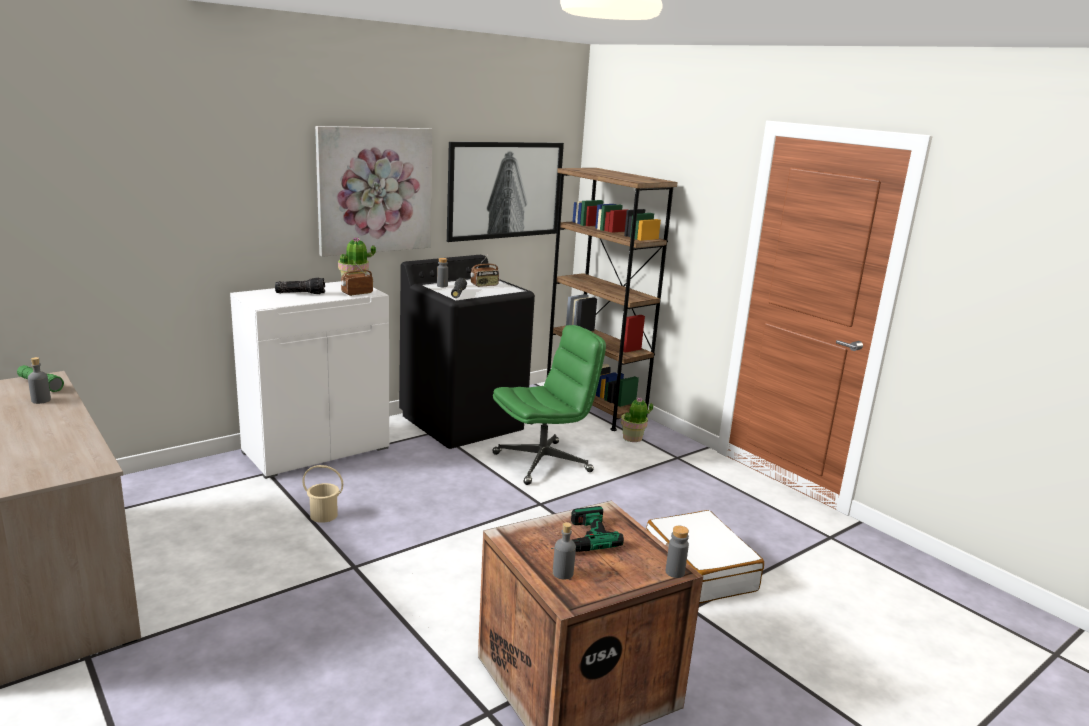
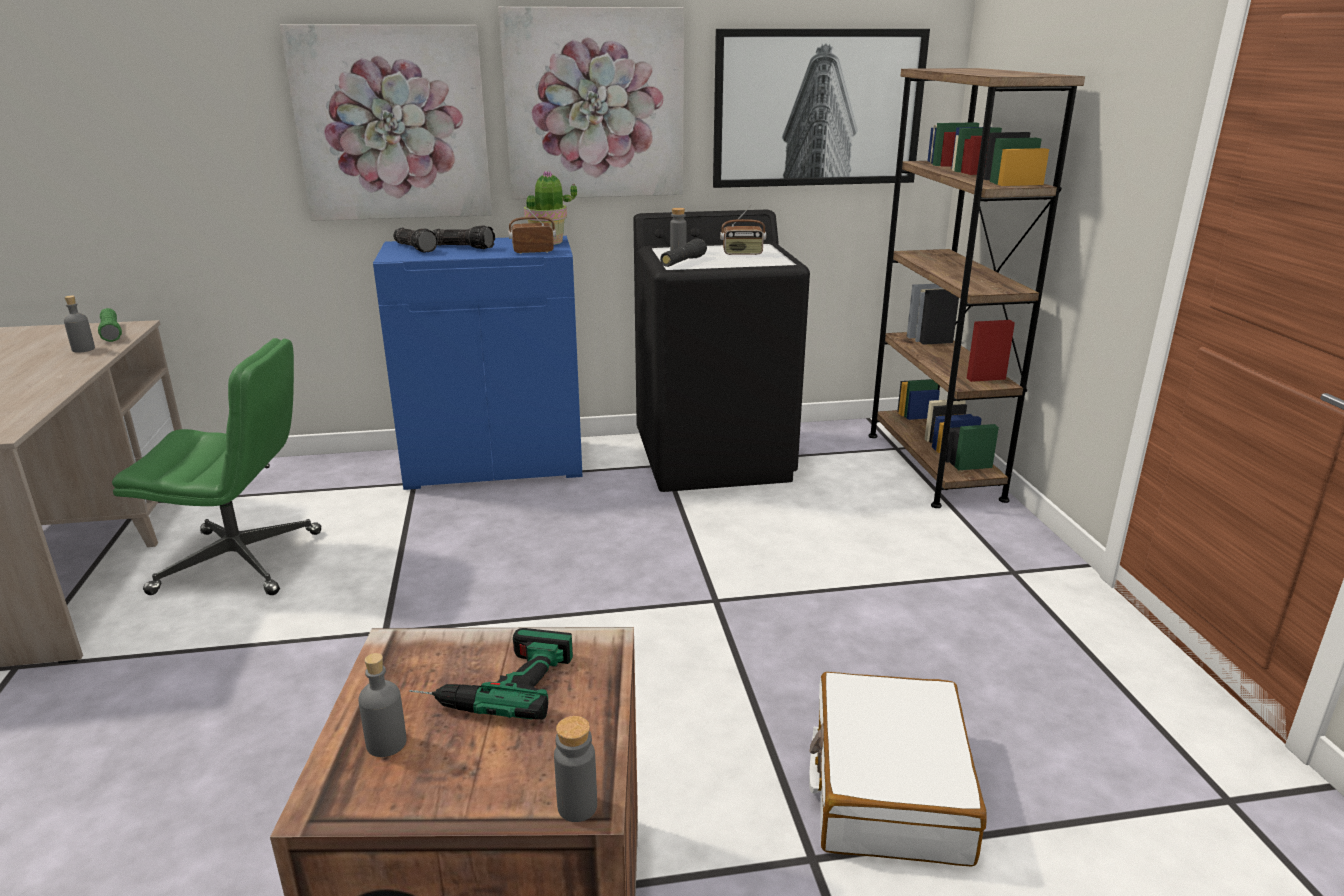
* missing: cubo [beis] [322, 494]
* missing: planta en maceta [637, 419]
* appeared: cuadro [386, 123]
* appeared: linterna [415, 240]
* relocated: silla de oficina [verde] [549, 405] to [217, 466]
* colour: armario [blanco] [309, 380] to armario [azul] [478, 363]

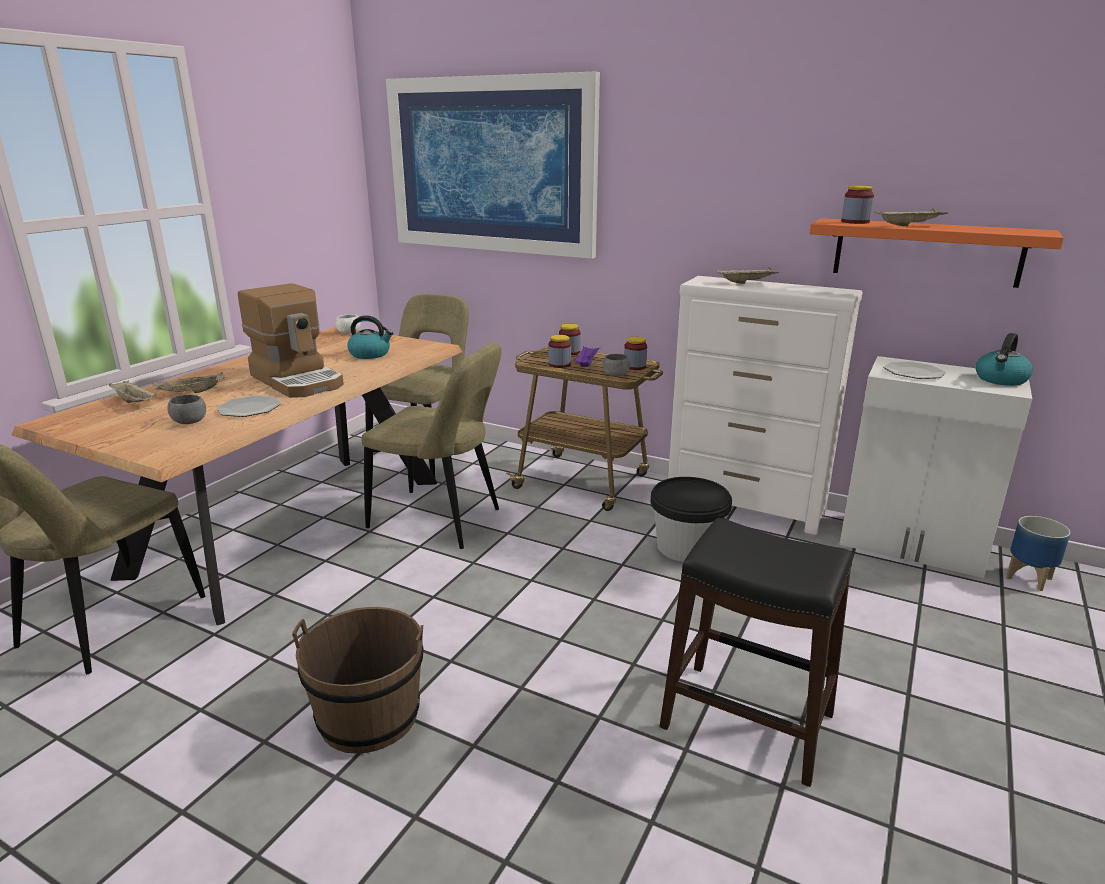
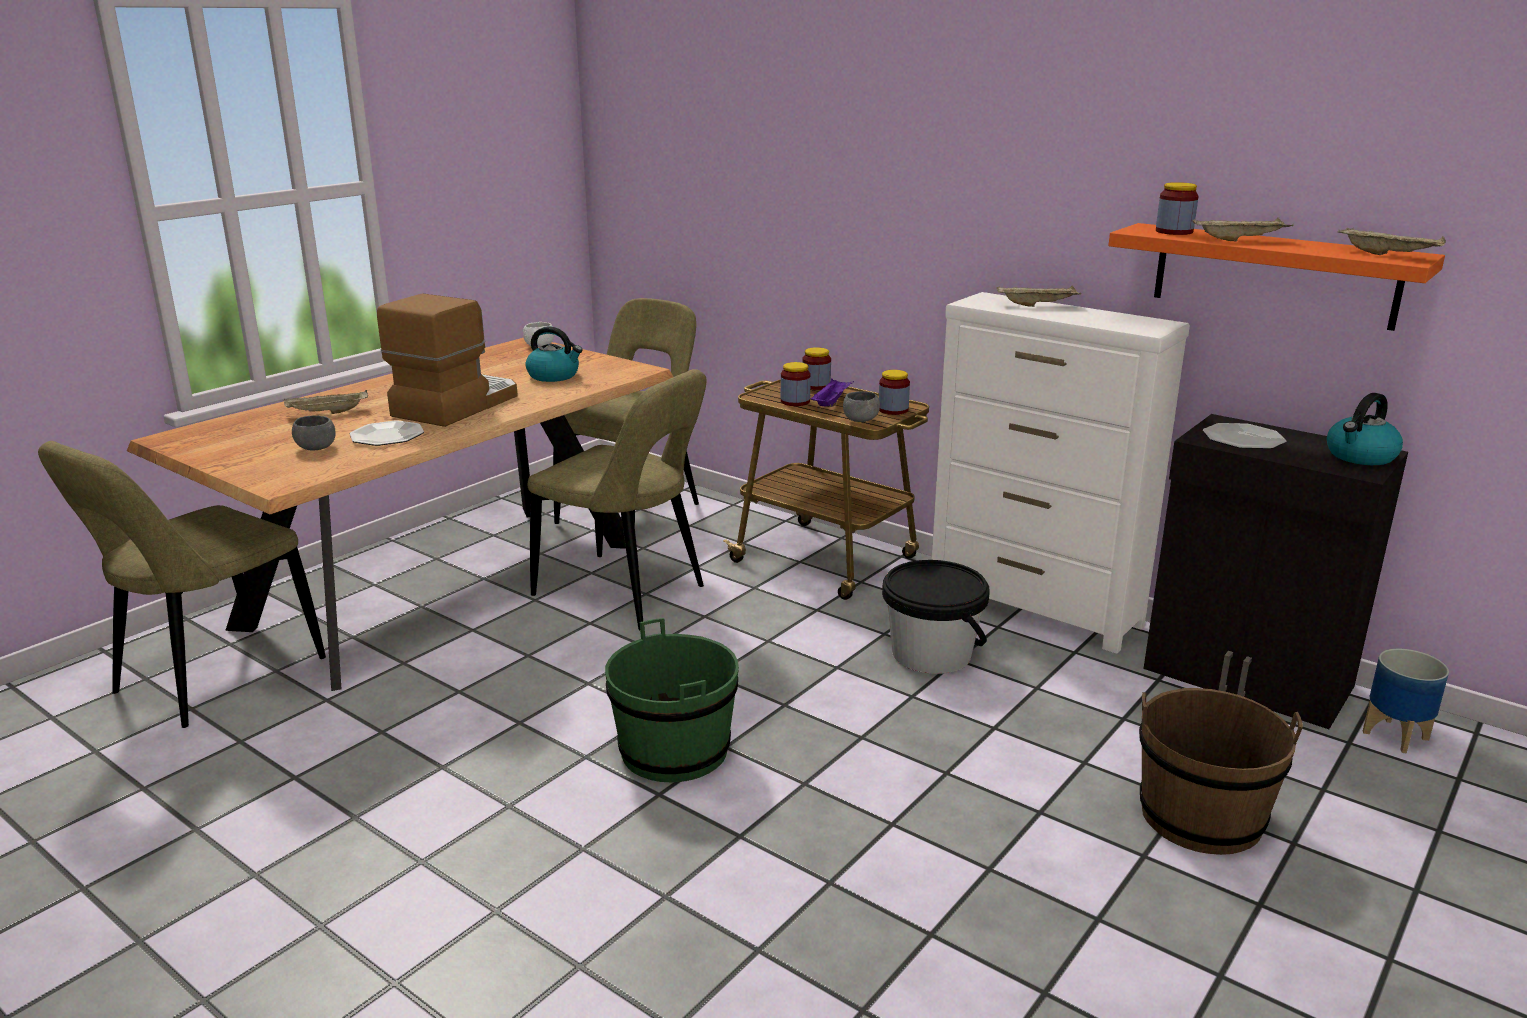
* missing: cuadro [493, 165]
* missing: taburete [negro] [756, 652]
* appeared: cubo [verde] [672, 700]
* relocated: bandeja [beis] [133, 392] to [1392, 241]
* relocated: cubo [marrón] [357, 680] to [1221, 771]
* colour: armario [blanco] [935, 467] to armario [negro] [1276, 571]
* spun: cafetera [291, 340] = [447, 360] 120 degrees counterclockwise

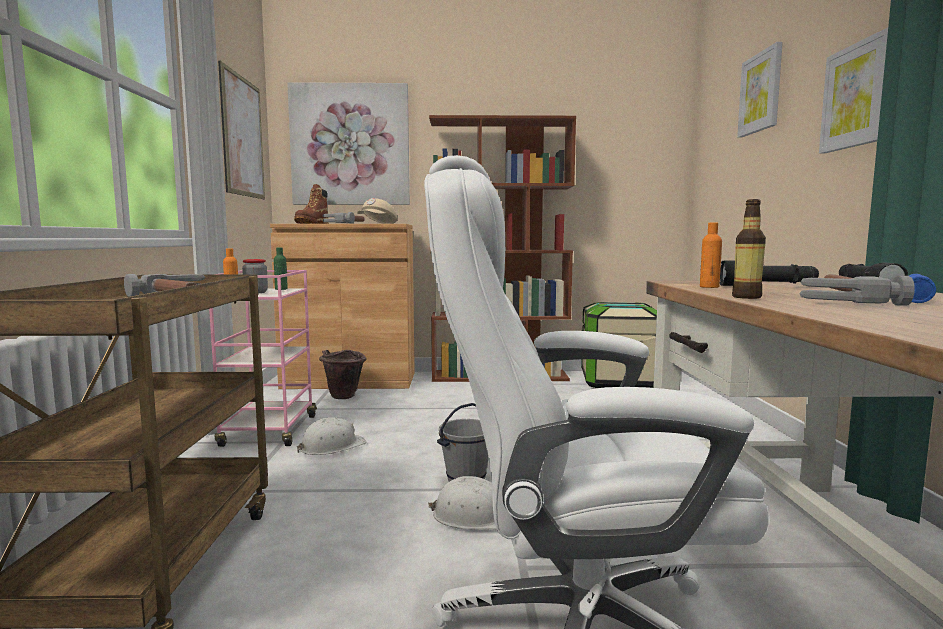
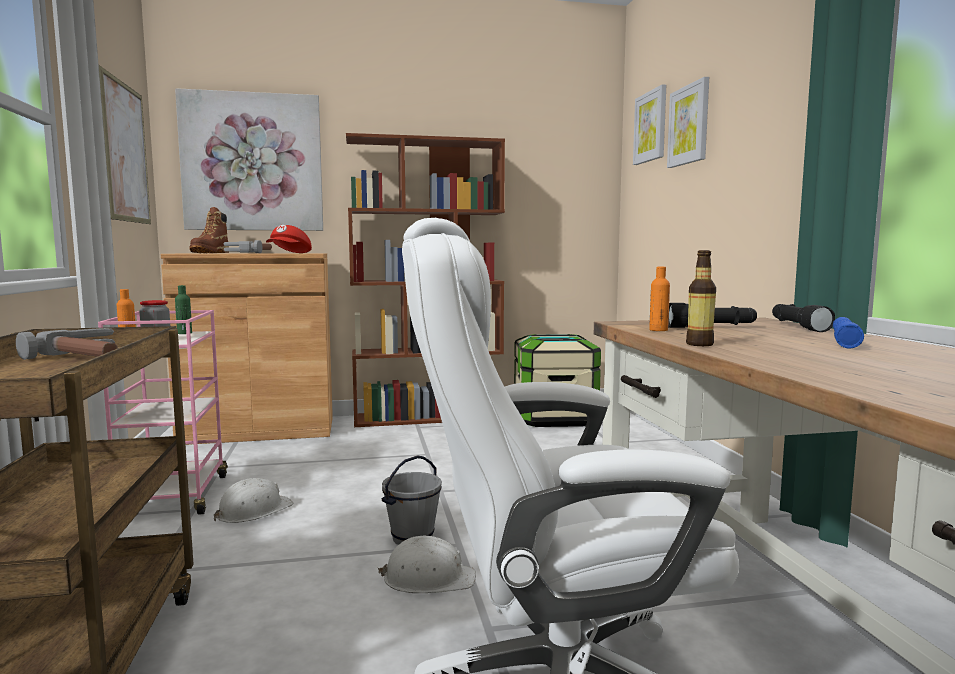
* missing: cubo [marrón] [343, 374]
* missing: martillo [857, 290]
* relocated: cuadro [853, 90] to [649, 124]
* colour: gorra [beis] [377, 211] to gorra [rojo] [289, 239]

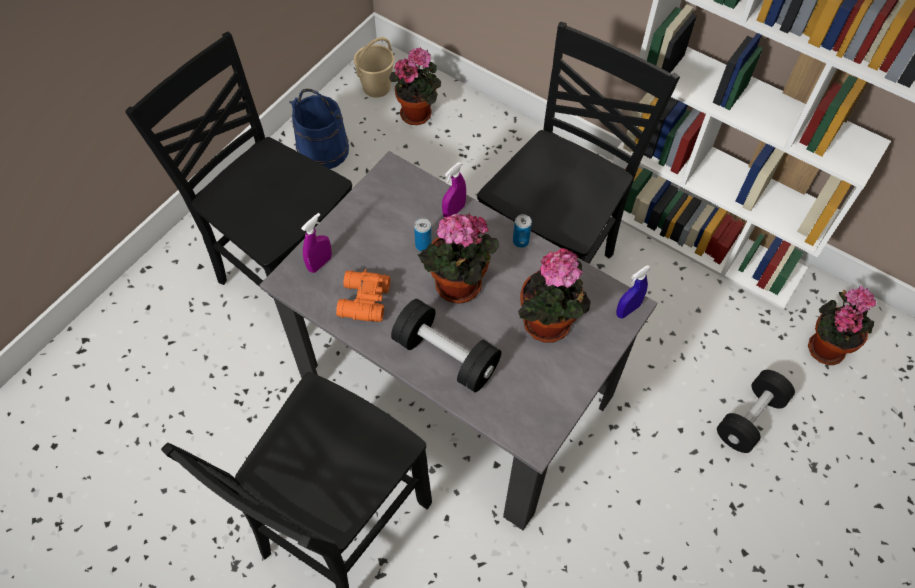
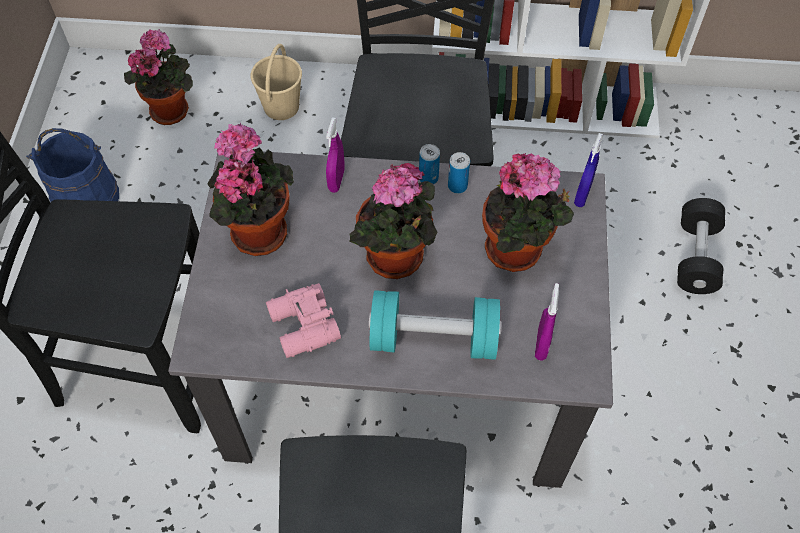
* relocated: pulverizador [morado] [316, 243] to [547, 322]
* relocated: cubo [beis] [374, 67] to [276, 82]
* relocated: lata [423, 235] to [459, 172]
* relocated: planta en maceta [842, 325] to [251, 189]
* colour: prismáticos [naranja] [363, 295] to prismáticos [rosa] [303, 320]
* colour: mancuerna [negro] [446, 345] to mancuerna [turquesa] [435, 325]

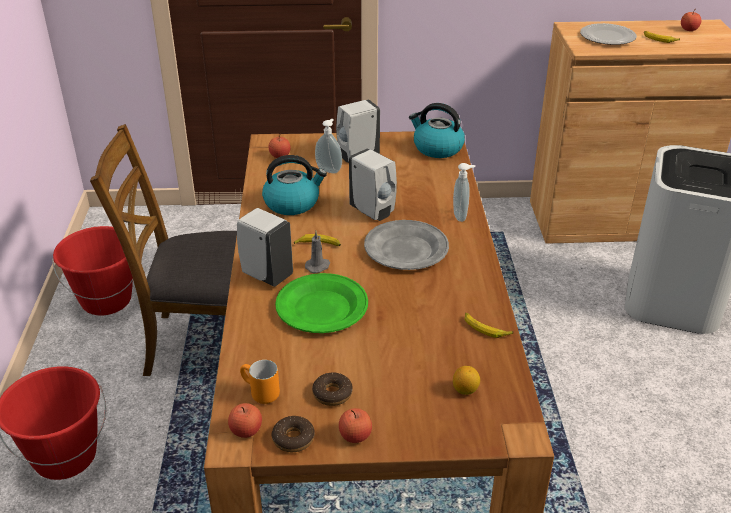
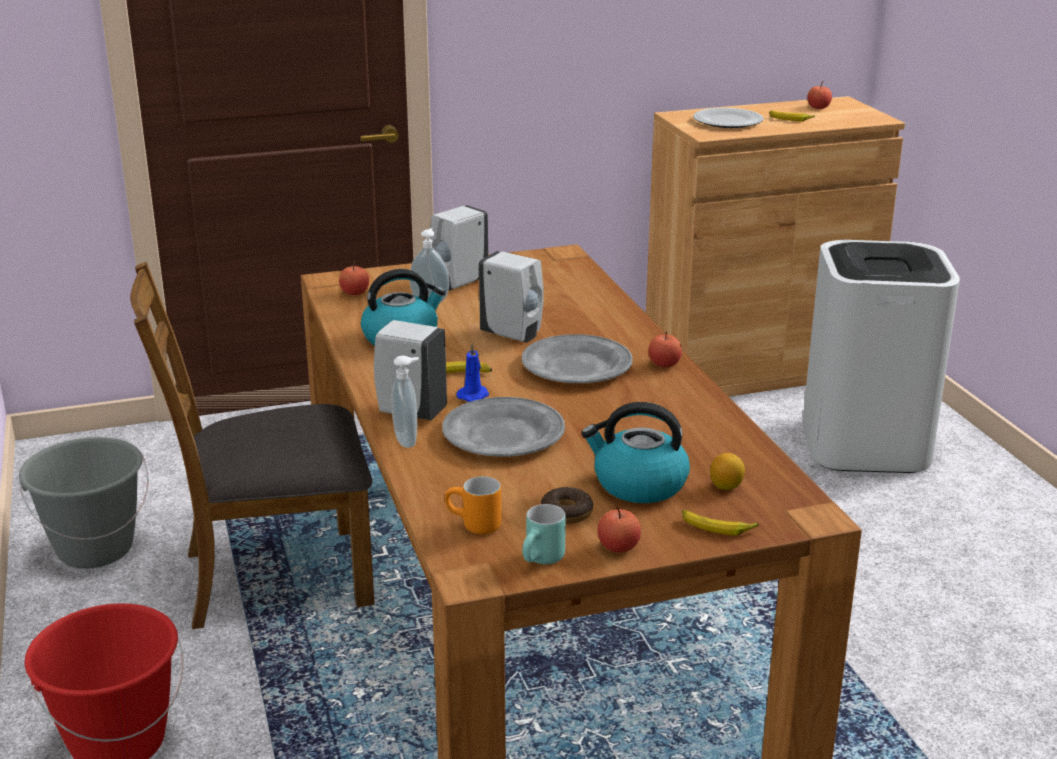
* relocated: manzana [245, 420] to [665, 349]
* relocated: hervidor [437, 130] to [635, 452]
* relocated: dispensador de jabón [464, 192] to [405, 402]
* relocated: plátano [489, 325] to [720, 523]
* exchanged: rosquilla [293, 434] to taza grande [turquesa] [544, 534]
* colour: cubo [rojo] [92, 270] to cubo [gris] [84, 503]
* colour: plato [verde] [321, 303] to plato [gris] [503, 427]
* colour: vela [gris] [317, 252] to vela [azul] [472, 372]

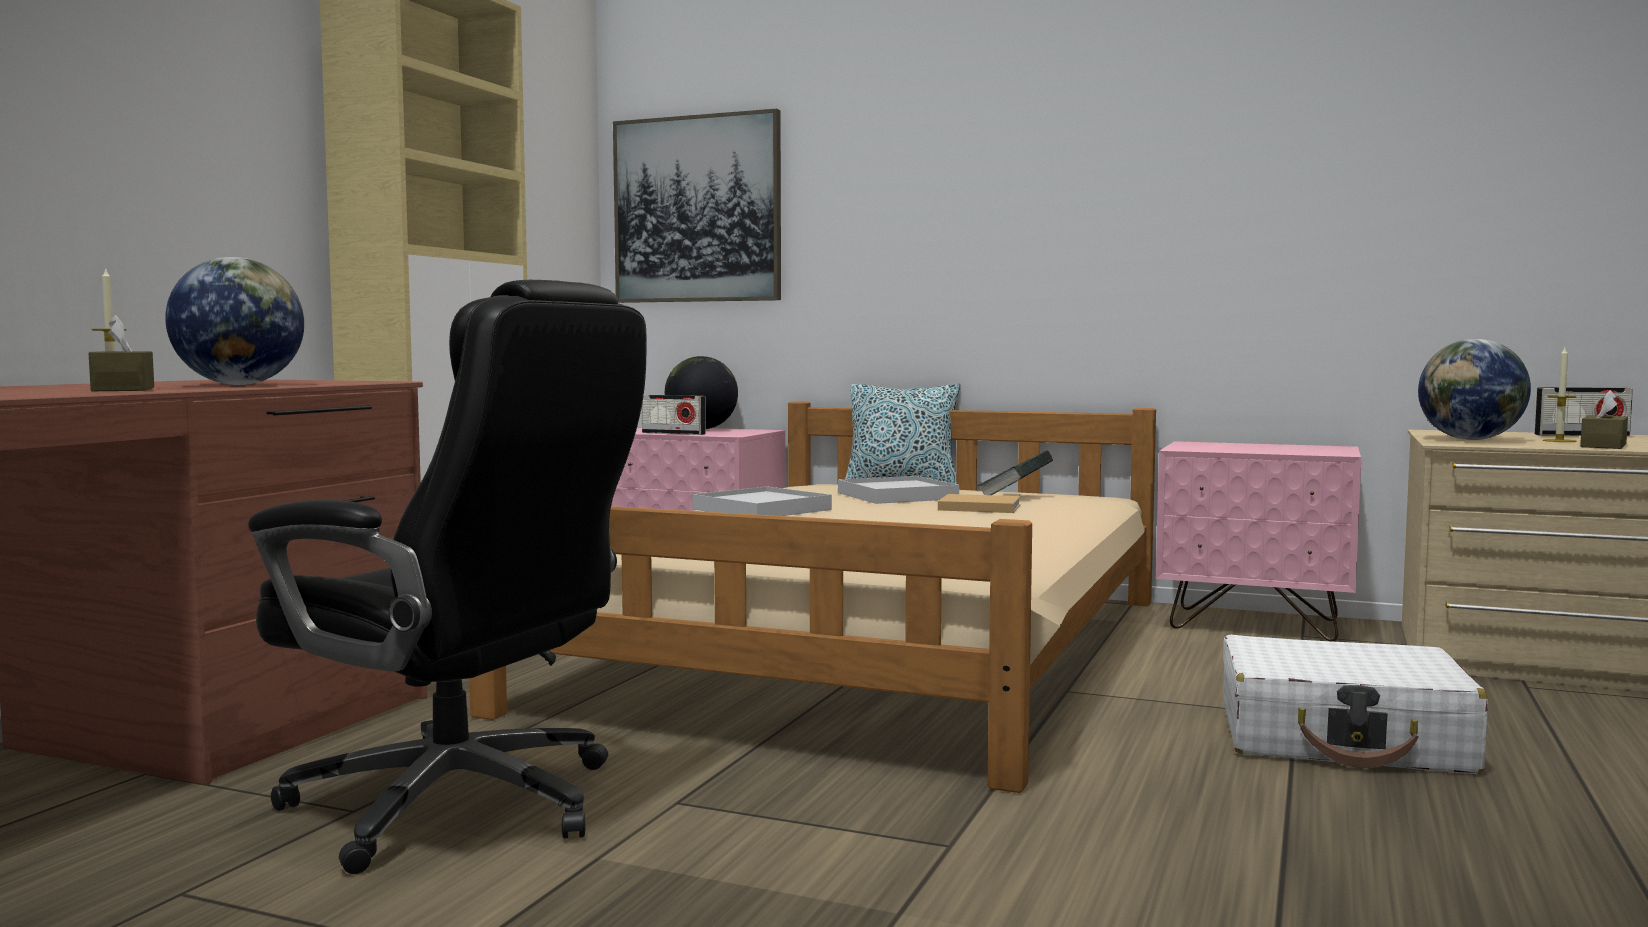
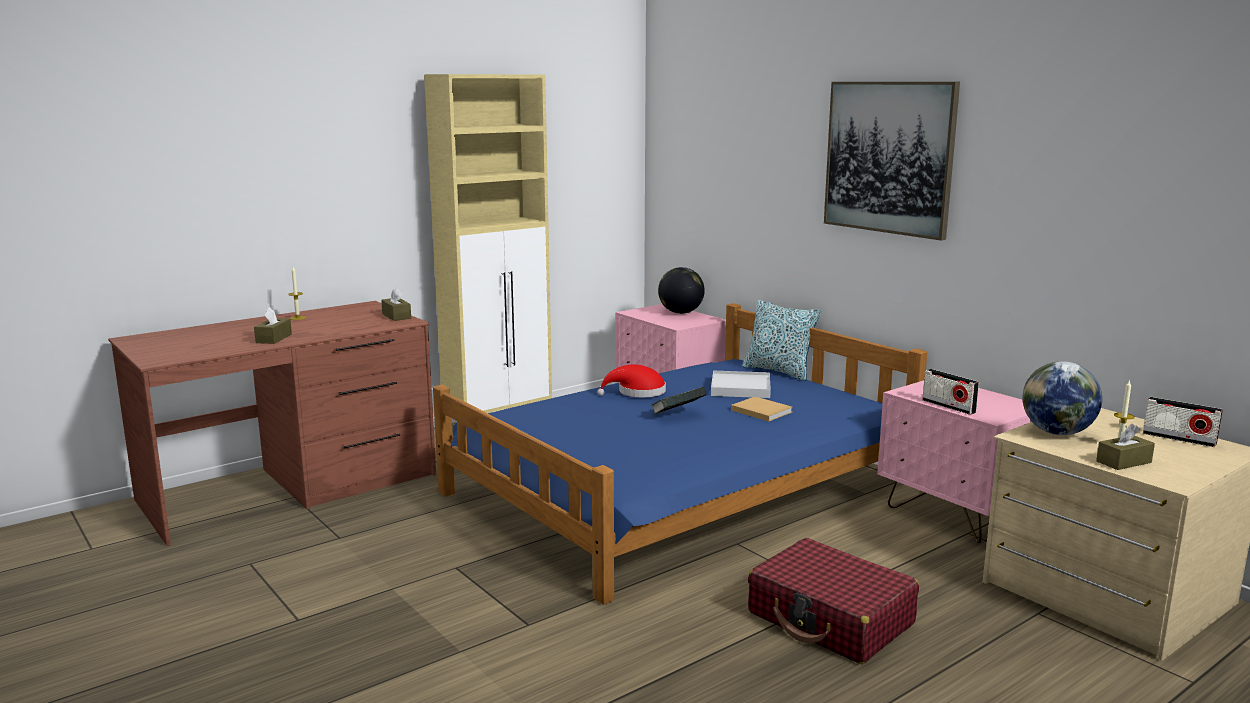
* missing: globo terráqueo [234, 321]
* missing: silla de oficina [negro] [447, 577]
* appeared: caja de pañuelos [marrón] [396, 304]
* relocated: cuadro [697, 206] to [892, 161]
* relocated: radio [674, 415] to [950, 392]
* relocated: libro [1015, 472] to [679, 401]
* exchanged: bandeja [blanco] [762, 501] to sombrero [rojo] [631, 380]
* colour: cama [beis] [812, 597] to cama [azul] [680, 454]
* colour: maleta [blanco] [1355, 704] to maleta [rojo] [833, 601]

